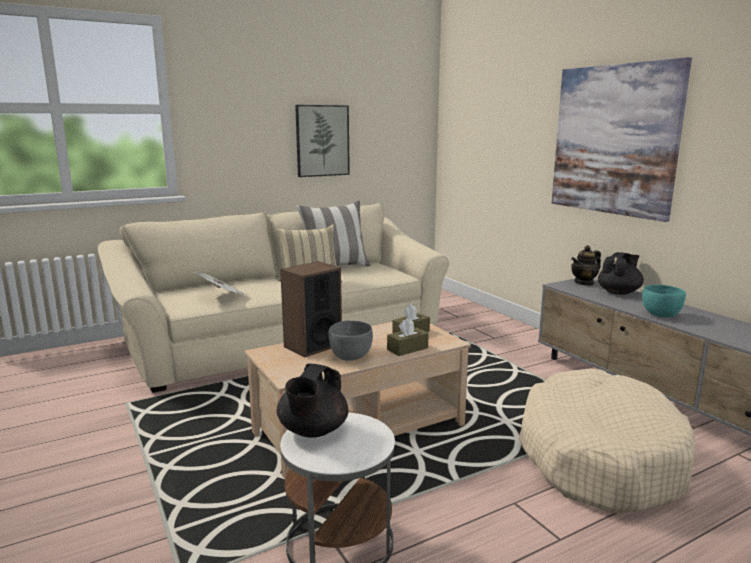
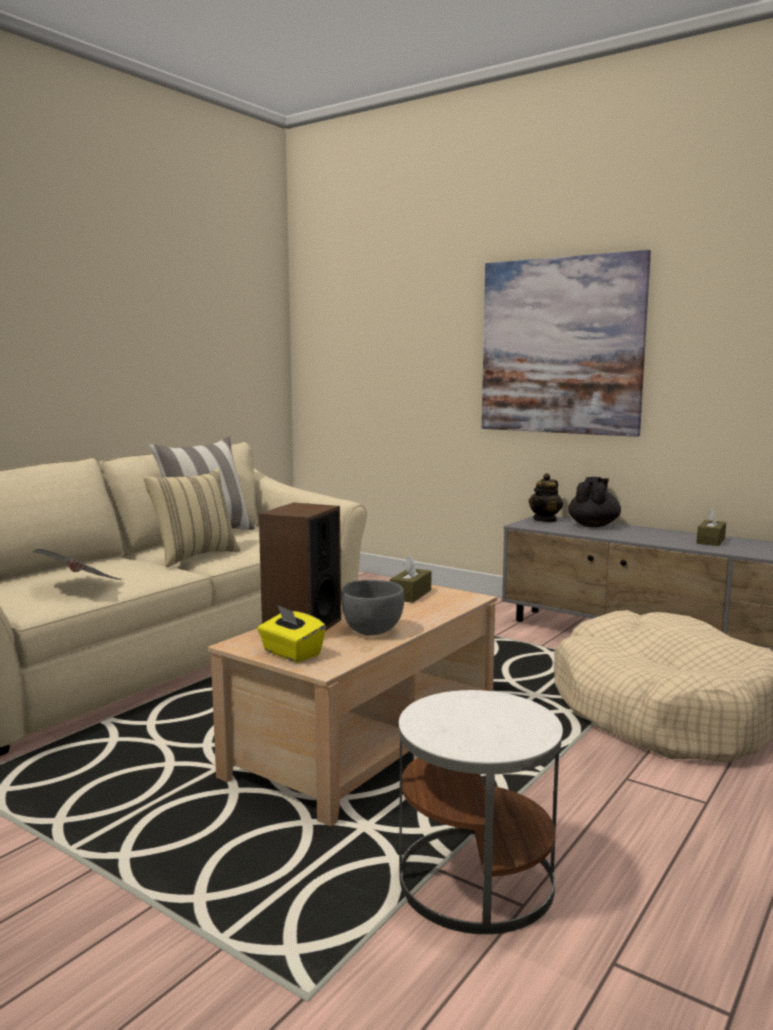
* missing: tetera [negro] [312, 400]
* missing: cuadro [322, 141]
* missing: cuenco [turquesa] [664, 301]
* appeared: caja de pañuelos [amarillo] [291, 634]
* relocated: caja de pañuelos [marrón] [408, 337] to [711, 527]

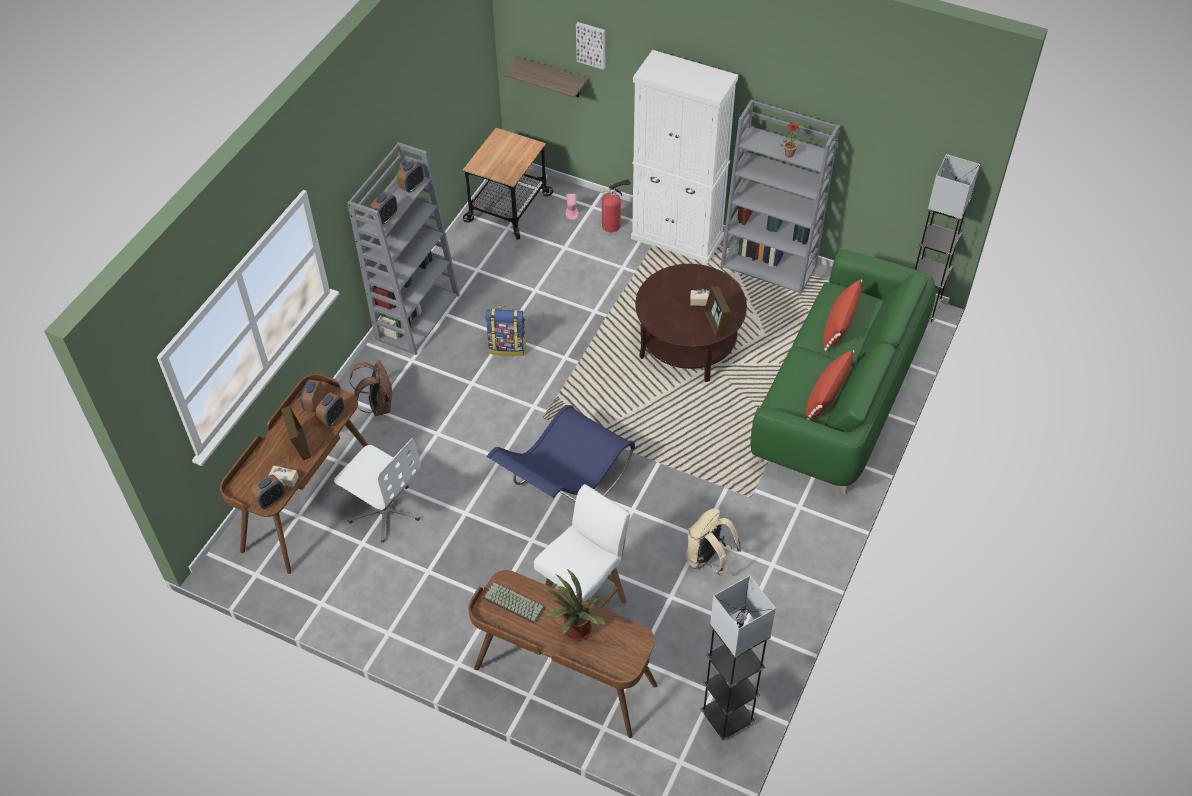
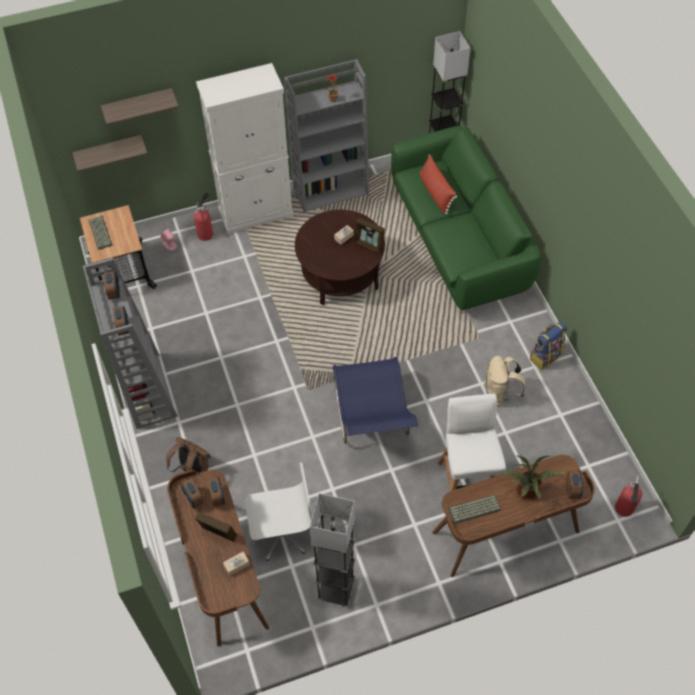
* missing: cojín [rojo] [830, 385]
* appeared: teclado [101, 233]
* appeared: extintor [629, 496]
* relocated: despertador [268, 492] to [574, 485]
* relocated: mochila [506, 331] to [548, 346]
* relocated: lámpara de pie [gris] [738, 657] to [332, 550]
* exchanged: cuadro [590, 46] to estante [140, 106]

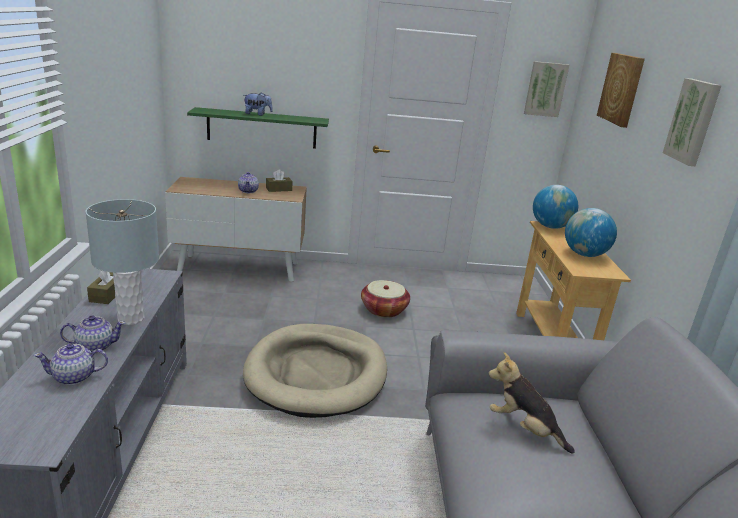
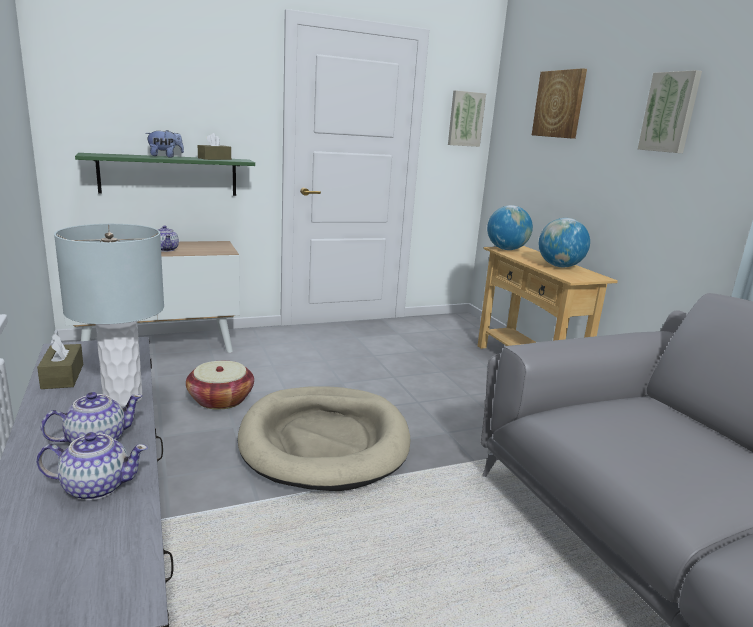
* missing: peluche [531, 403]
* relocated: caja de pañuelos [marrón] [279, 180] to [214, 146]
* relocated: cesta [385, 299] to [220, 385]
* spun: tetera [71, 364] = [92, 466] 150 degrees counterclockwise

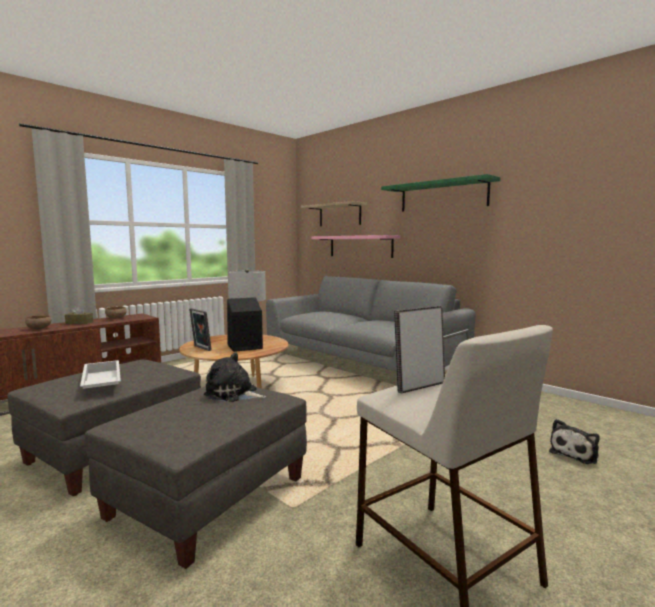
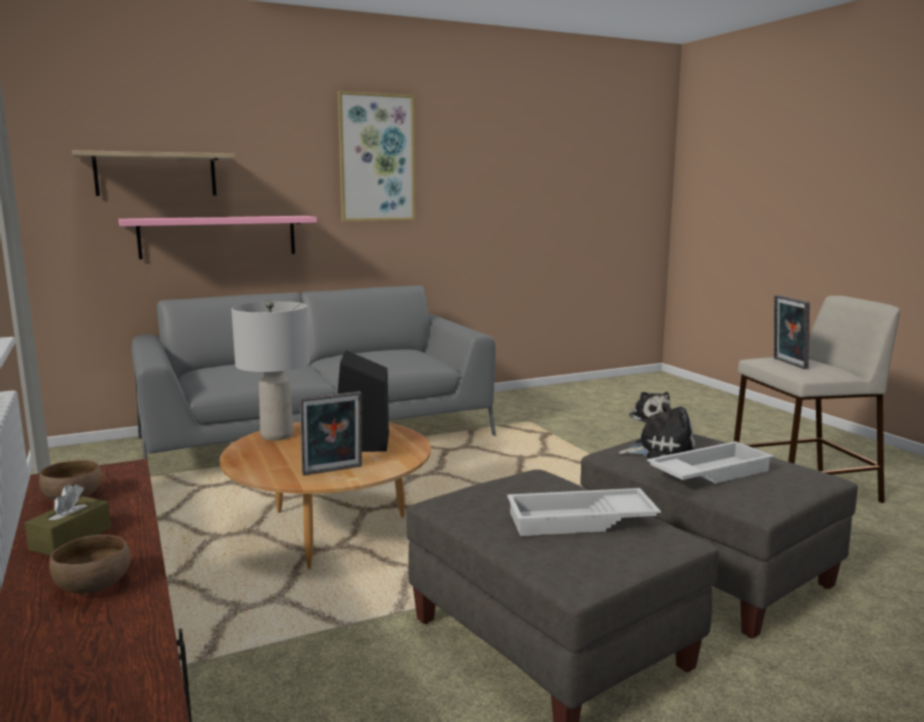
* appeared: bandeja [blanco] [710, 462]
* exchanged: estante [verde] [441, 193] to cuadro [376, 156]
* spun: peluche [235, 377] = [656, 430] 135 degrees counterclockwise

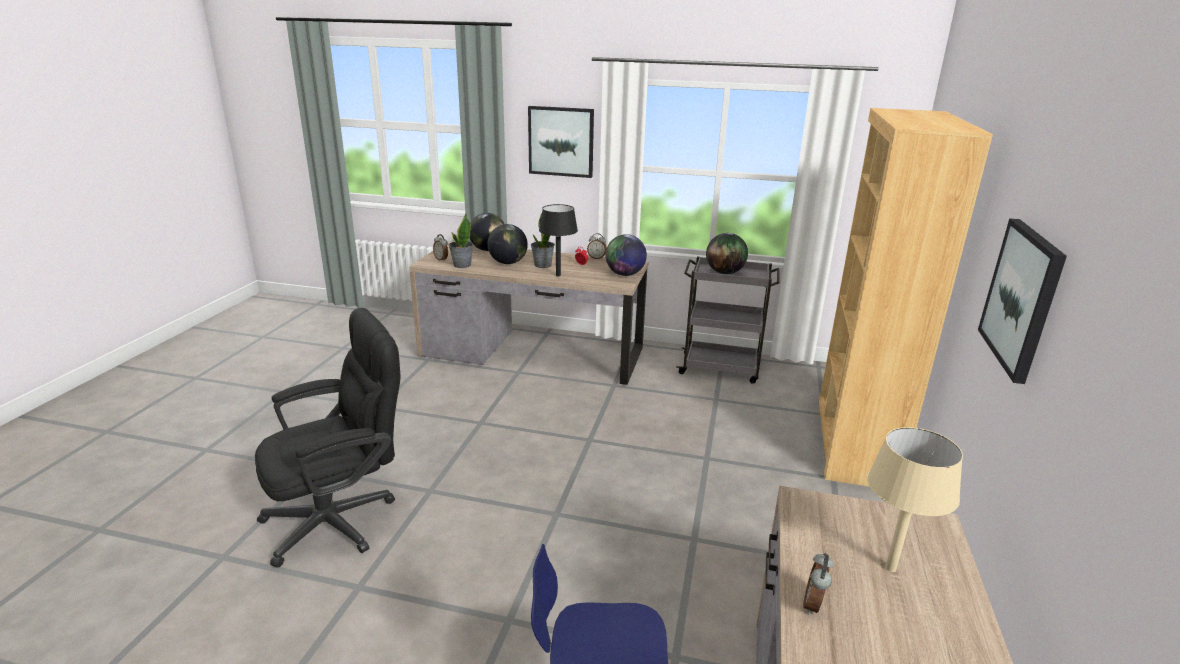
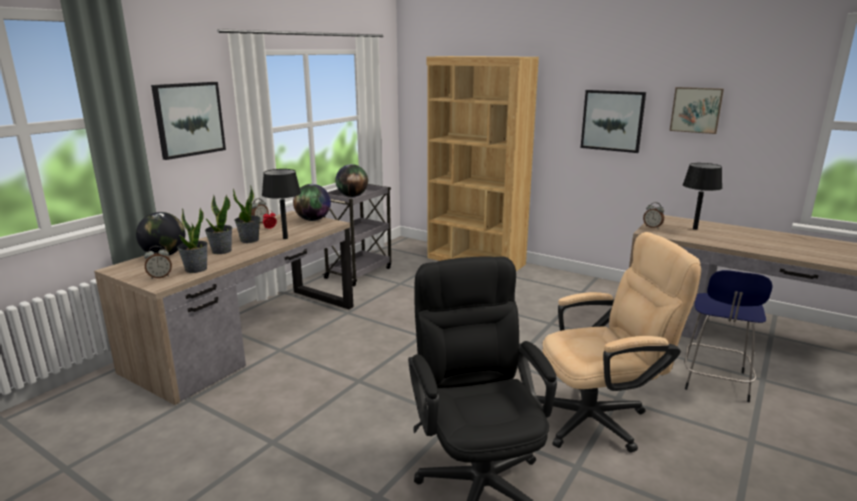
* appeared: silla de oficina [beis] [618, 342]
* appeared: cuadro [697, 110]
* relocated: despertador [818, 584] to [653, 215]
* exchanged: globo terráqueo [508, 244] to planta en maceta [219, 224]
* colour: lámpara de mesa [beis] [915, 499] to lámpara de mesa [negro] [702, 196]

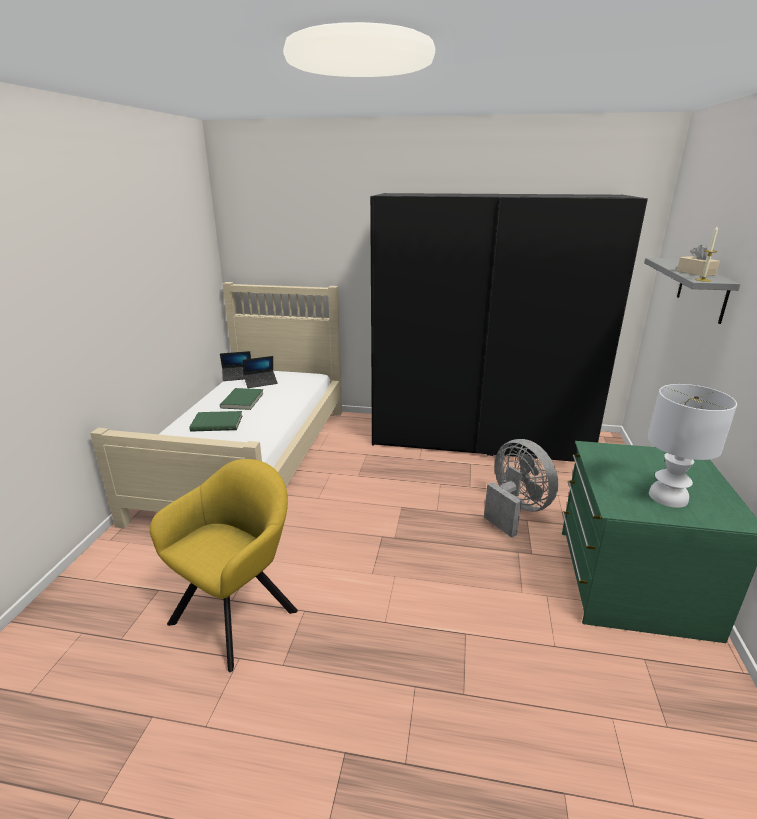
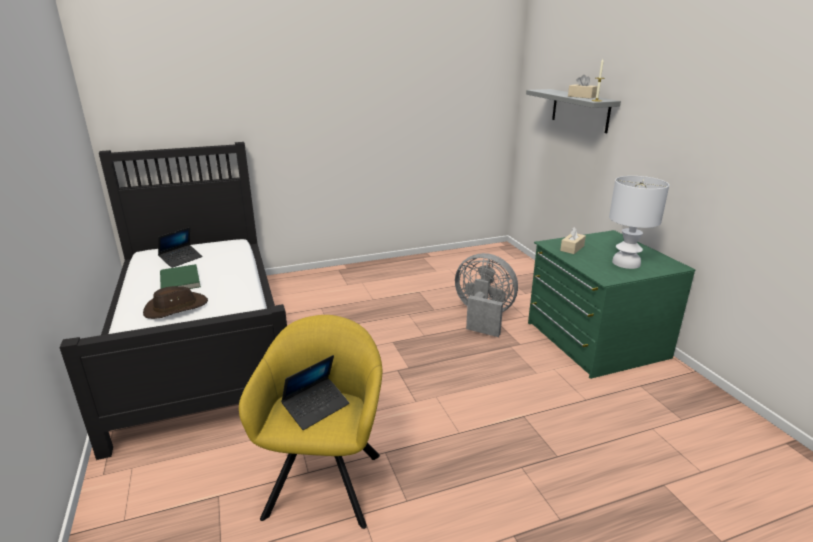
* missing: armario ropero [negro] [509, 327]
* appeared: caja de pañuelos [beis] [573, 240]
* relocated: portátil [235, 366] to [315, 392]
* exchanged: libro [verde] [216, 421] to sombrero [marrón] [175, 302]
* colour: cama [beis] [216, 405] to cama [negro] [173, 301]

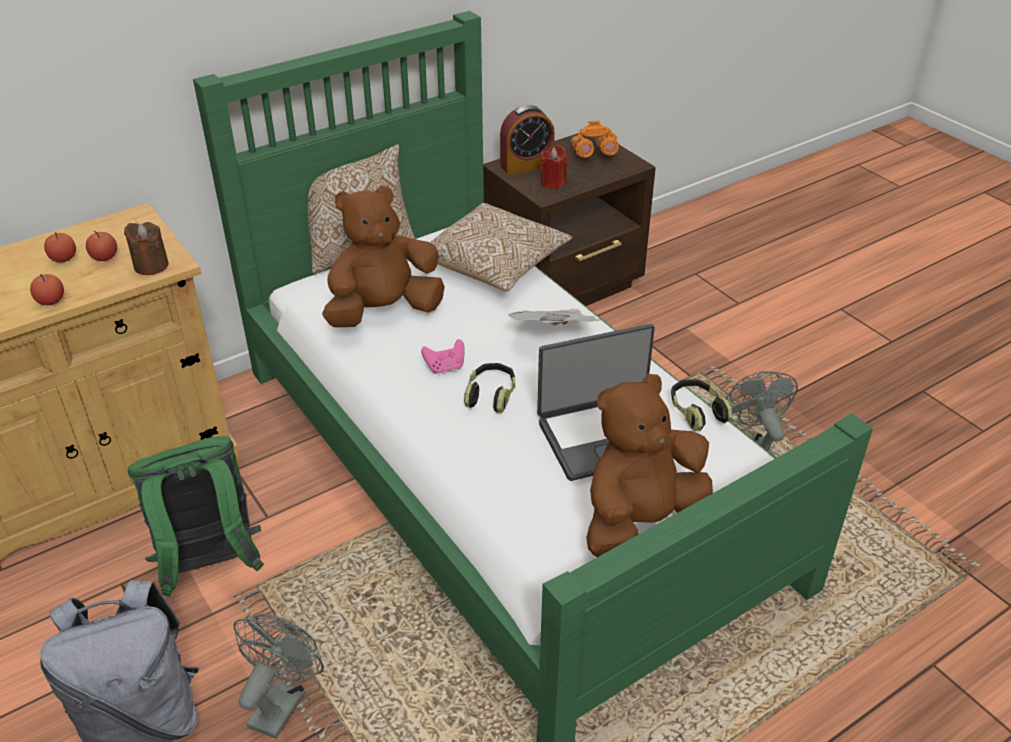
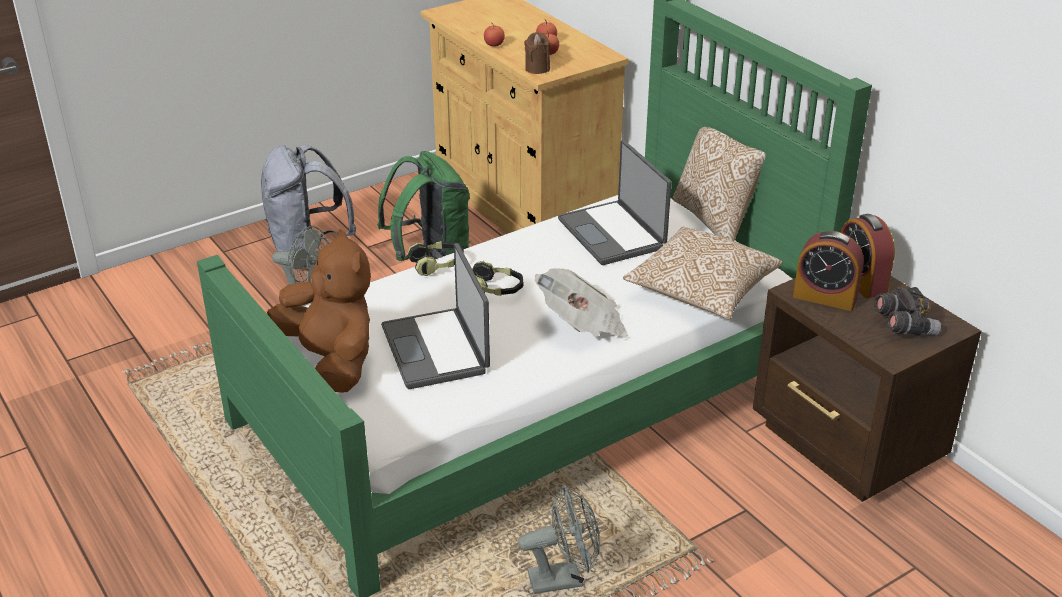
* missing: mando de consola [rosa] [443, 356]
* relocated: auriculares [701, 405] to [435, 258]
* exchanged: peluche [marrón] [383, 256] to portátil [614, 202]
* exchanged: vela [rojo] [553, 167] to despertador [828, 271]
* colour: prismáticos [naranja] [595, 139] to prismáticos [gris] [907, 311]

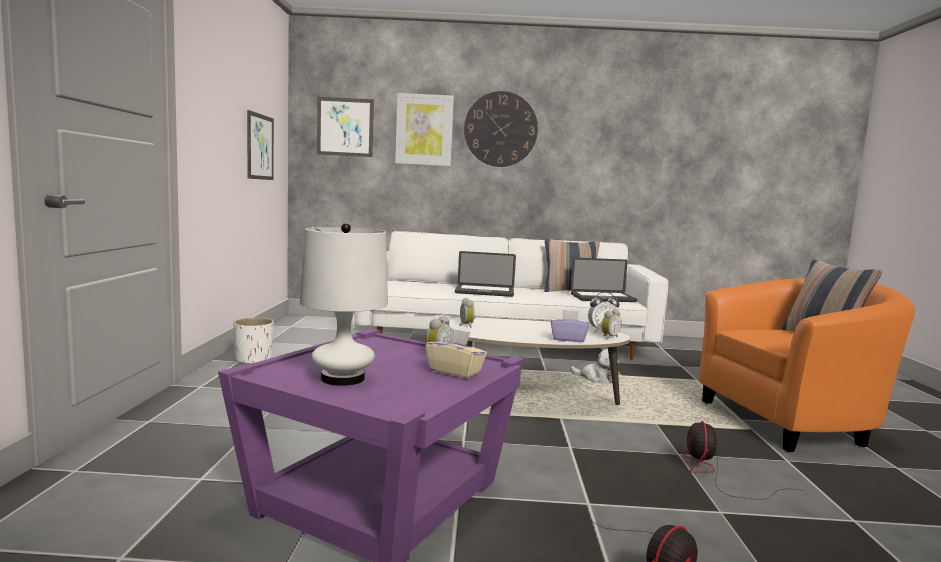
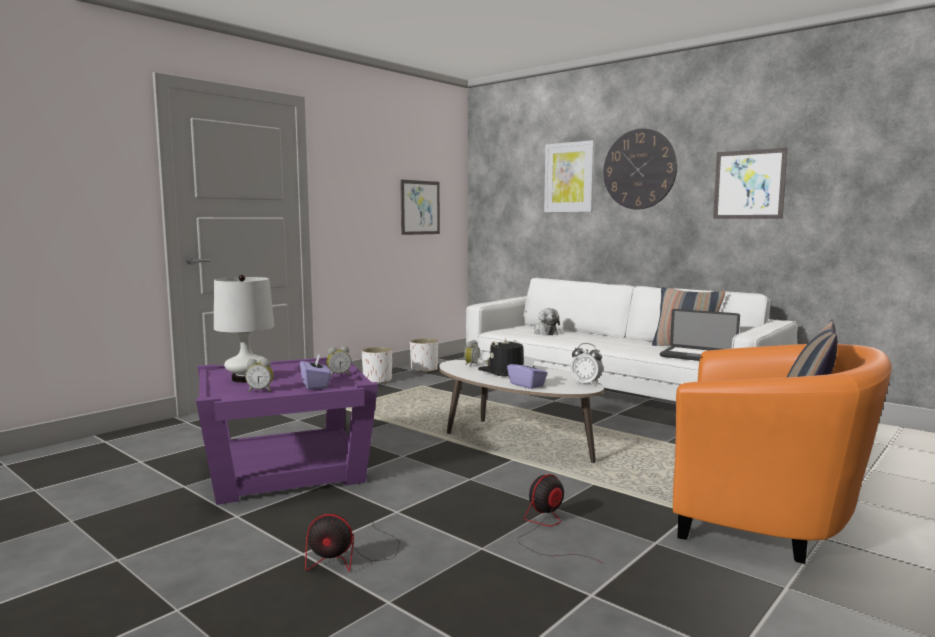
* missing: portátil [485, 274]
* appeared: maceta [blanco] [424, 355]
* appeared: sombrero [negro] [506, 357]
* relocated: cuadro [345, 127] to [750, 183]
* relocated: peluche [594, 366] to [547, 321]
* relocated: despertador [611, 325] to [259, 375]
* colour: caja de pañuelos [beis] [456, 353] to caja de pañuelos [morado] [315, 371]

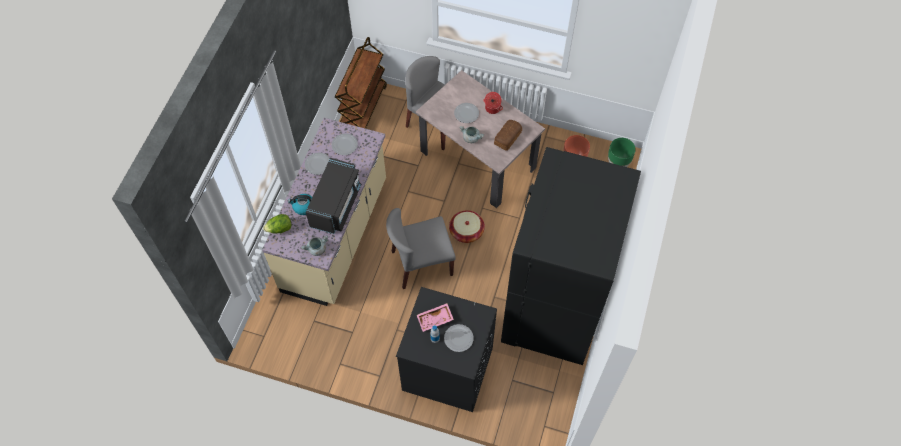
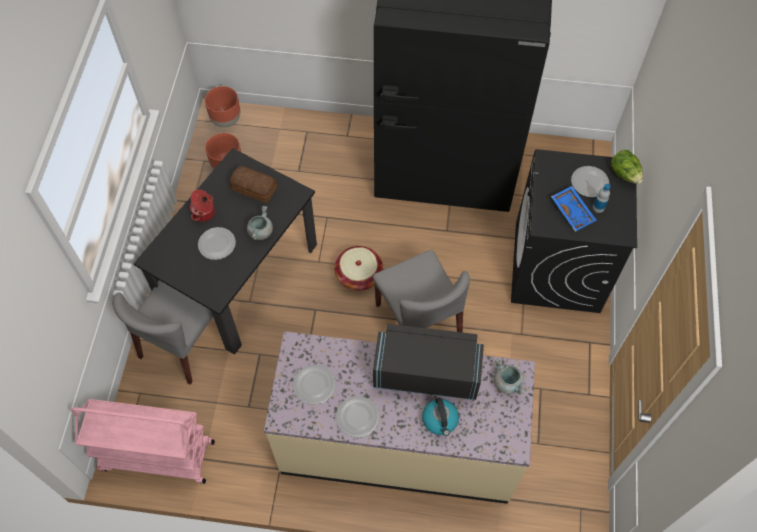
* relocated: lechuga [277, 223] to [627, 167]
* colour: carrito [marrón] [361, 83] to carrito [rosa] [143, 441]
* colour: mesa de comedor [beis] [480, 139] to mesa de comedor [negro] [225, 251]
* colour: bandeja [rosa] [435, 317] to bandeja [azul] [573, 209]
* colour: maceta [verde] [622, 152] to maceta [marrón] [222, 106]

